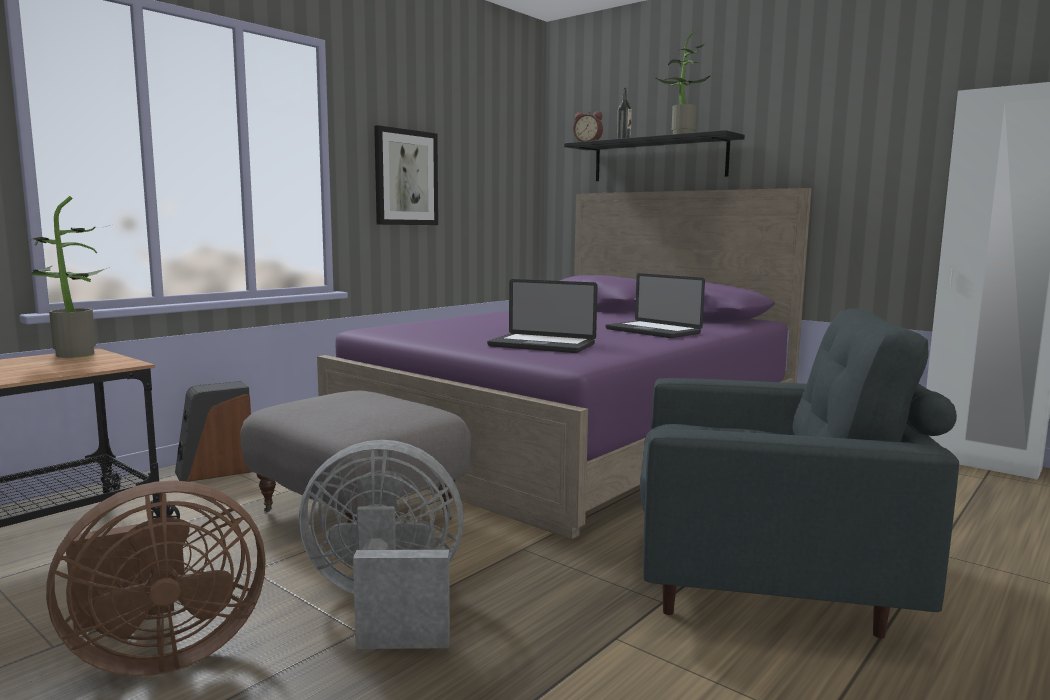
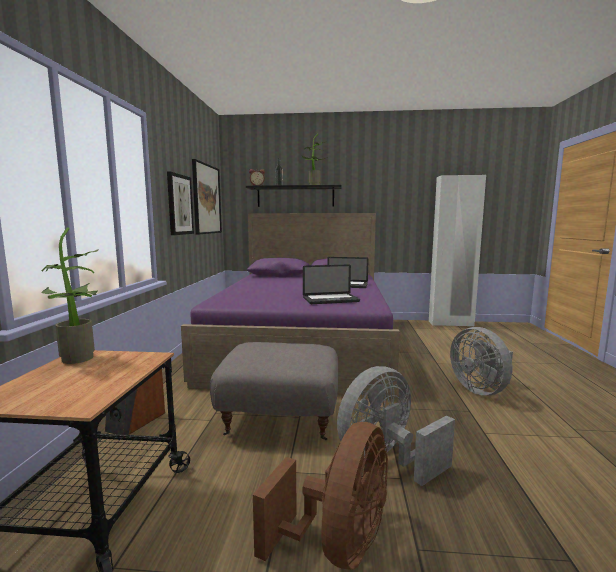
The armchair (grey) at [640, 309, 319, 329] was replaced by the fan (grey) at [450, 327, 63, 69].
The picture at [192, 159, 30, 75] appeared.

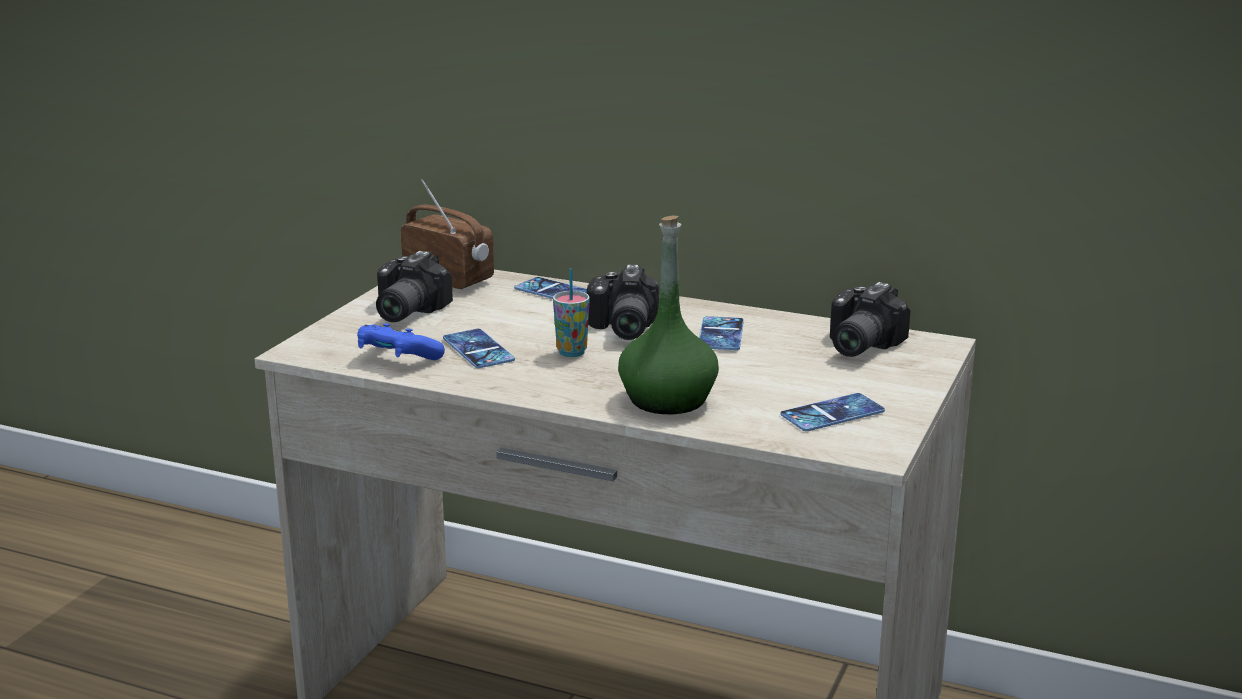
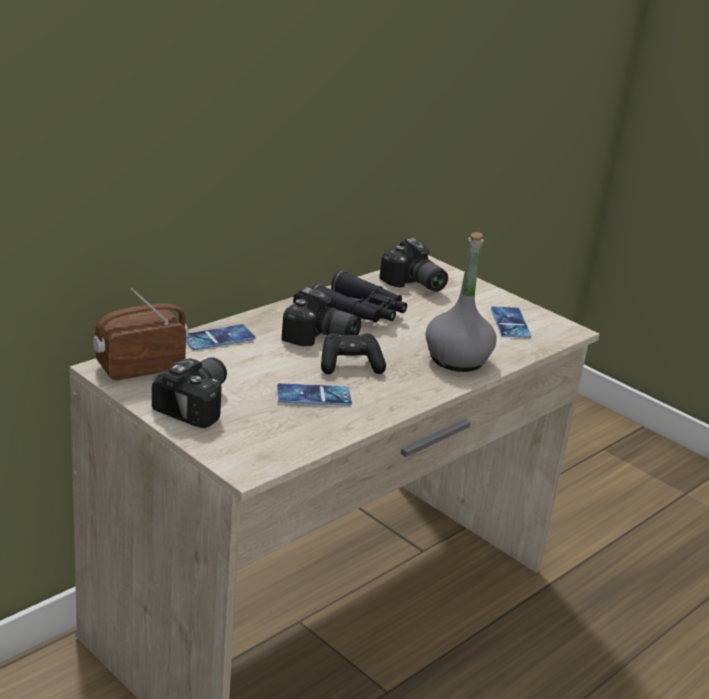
The game controller (blue) at [357, 324, 88, 36] disappeared.
The photo camera at [376, 251, 77, 71] turned 105 degrees counterclockwise.
The cup at [553, 268, 37, 89] was replaced by the game controller (black) at [321, 333, 65, 41].
The bottle (green) at [618, 215, 101, 199] became the bottle (grey) at [425, 232, 72, 140].
The phone at [699, 316, 45, 34] was replaced by the binoculars (black) at [311, 270, 96, 53].

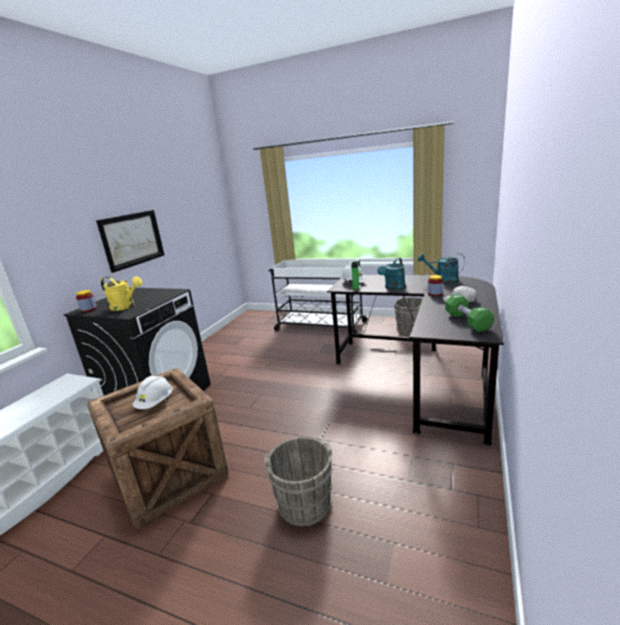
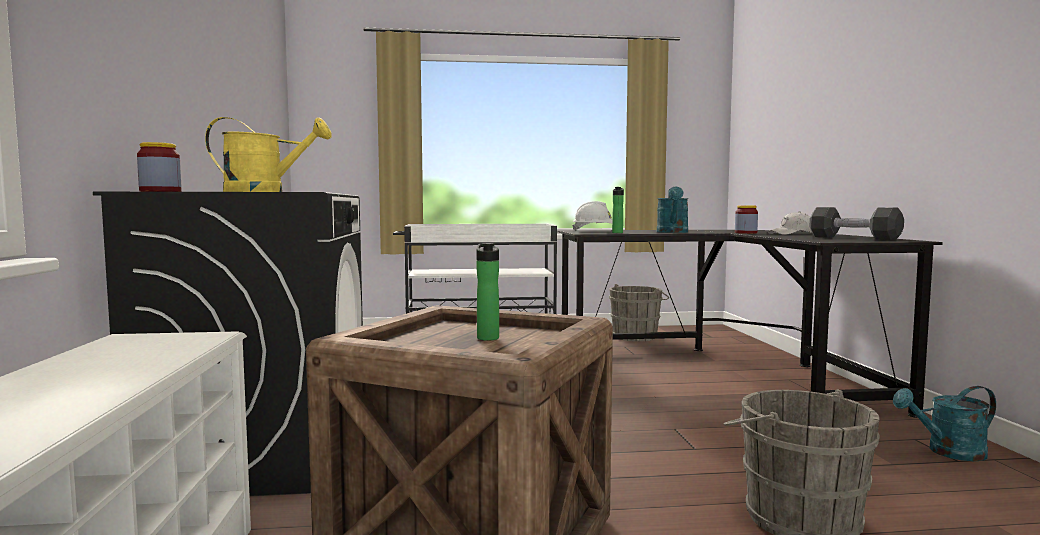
The picture at [96, 210, 68, 63] disappeared.
The hard hat (white) at [133, 376, 40, 33] was replaced by the bottle at [476, 243, 23, 98].
The watering can (turquoise) moved from [418, 253, 47, 30] to [893, 386, 103, 75].
The dumbbell (green) at [445, 294, 49, 38] became the dumbbell (black) at [809, 207, 95, 33].

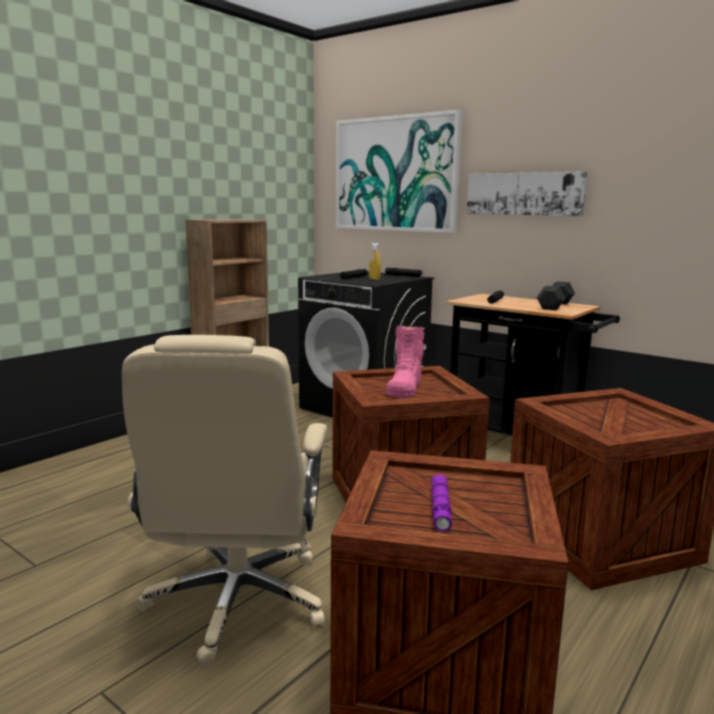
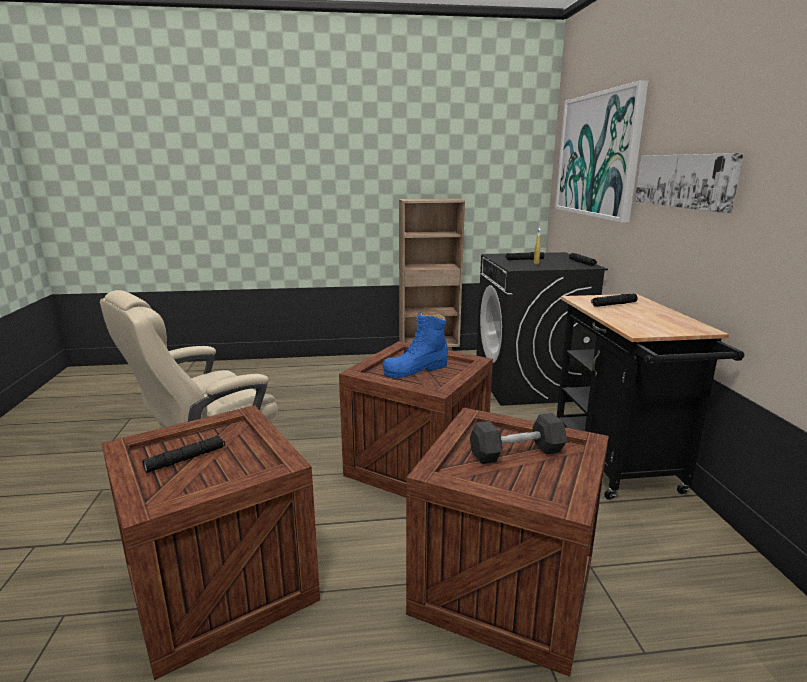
The boot (pink) at [386, 325, 38, 73] became the boot (blue) at [383, 311, 65, 67].
The flashlight (purple) at [431, 474, 21, 58] became the flashlight (black) at [142, 436, 83, 37].
The dumbbell (black) moved from [537, 281, 38, 29] to [470, 413, 97, 51].

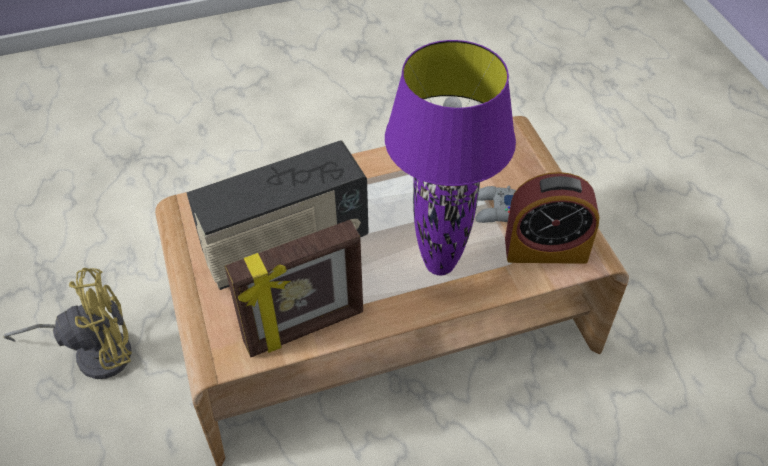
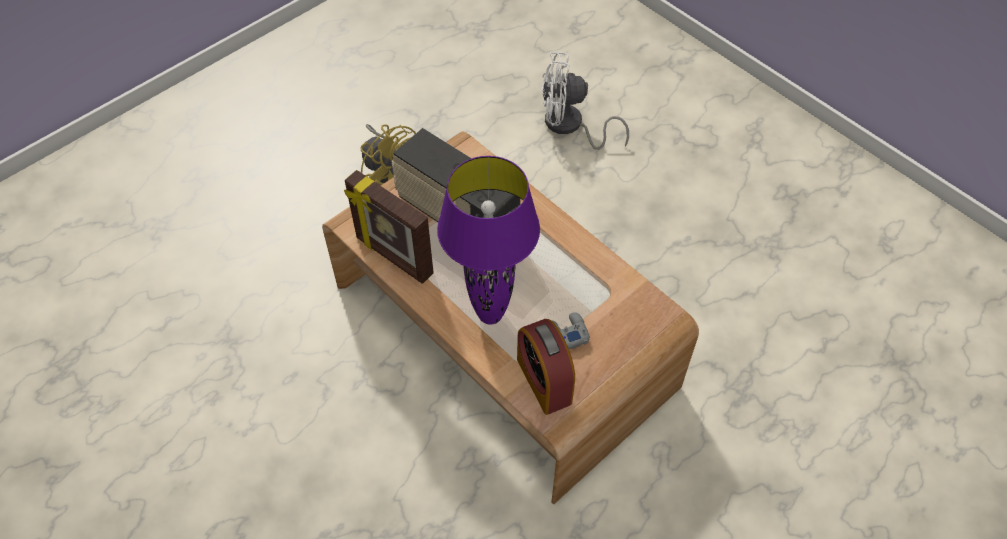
The fan (white) at [542, 52, 87, 98] appeared.

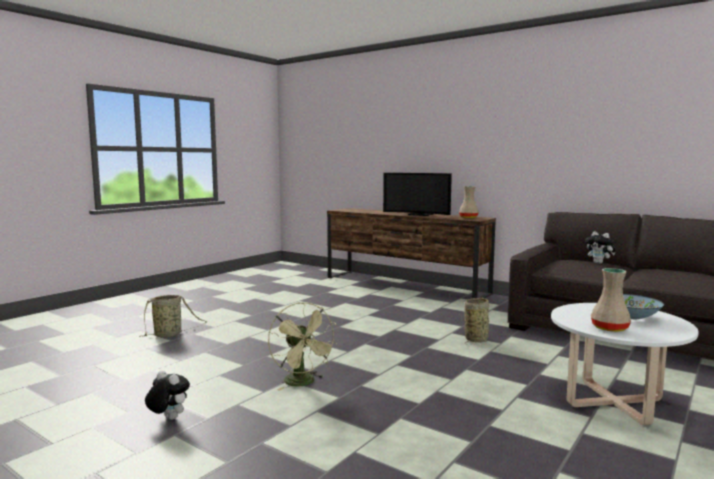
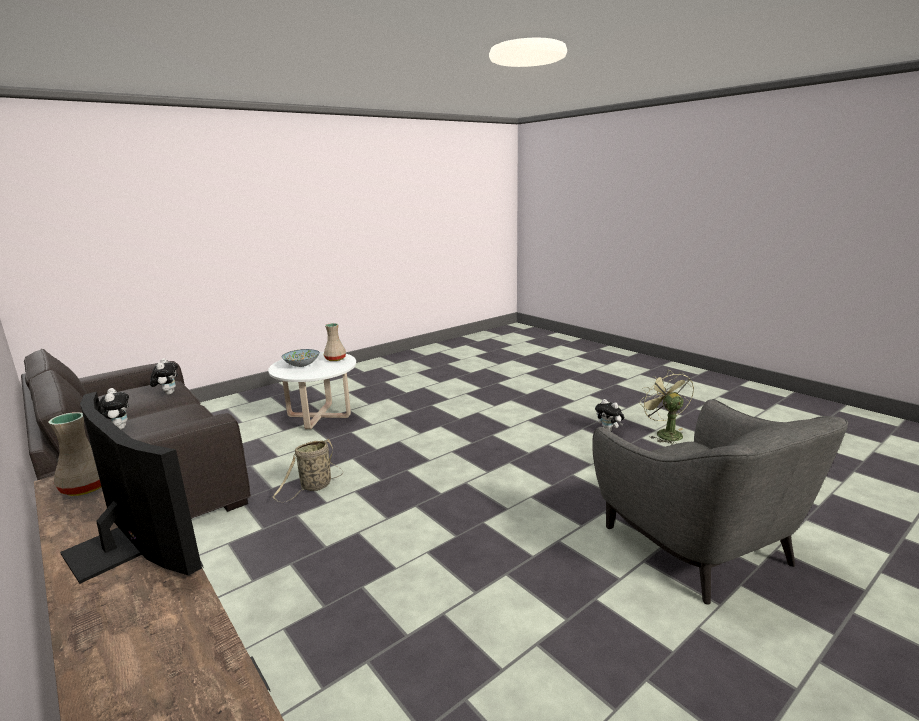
The basket at [139, 295, 68, 42] was replaced by the armchair (grey) at [592, 399, 256, 205].
The fan (green) moved from [268, 302, 70, 88] to [639, 370, 55, 75].
The plush toy at [150, 358, 28, 37] appeared.

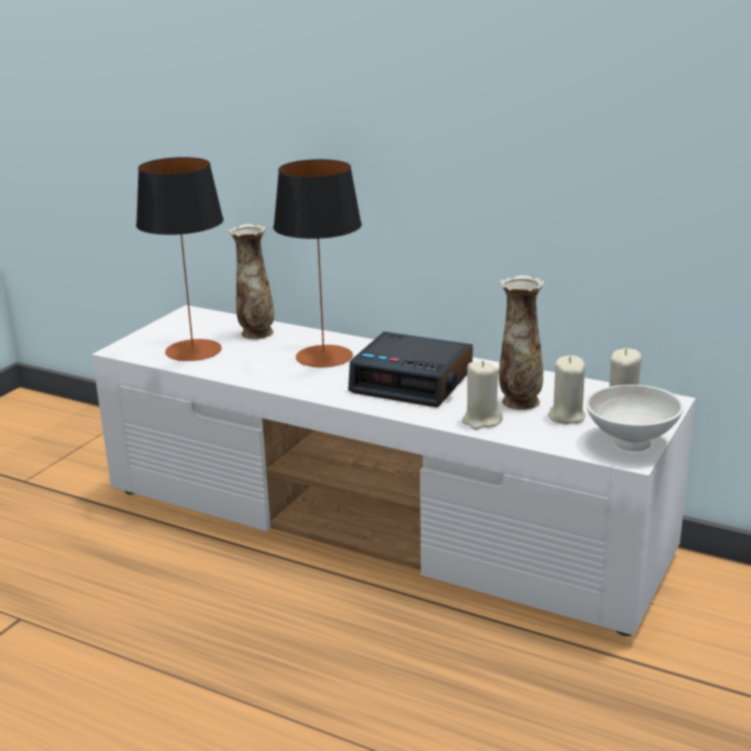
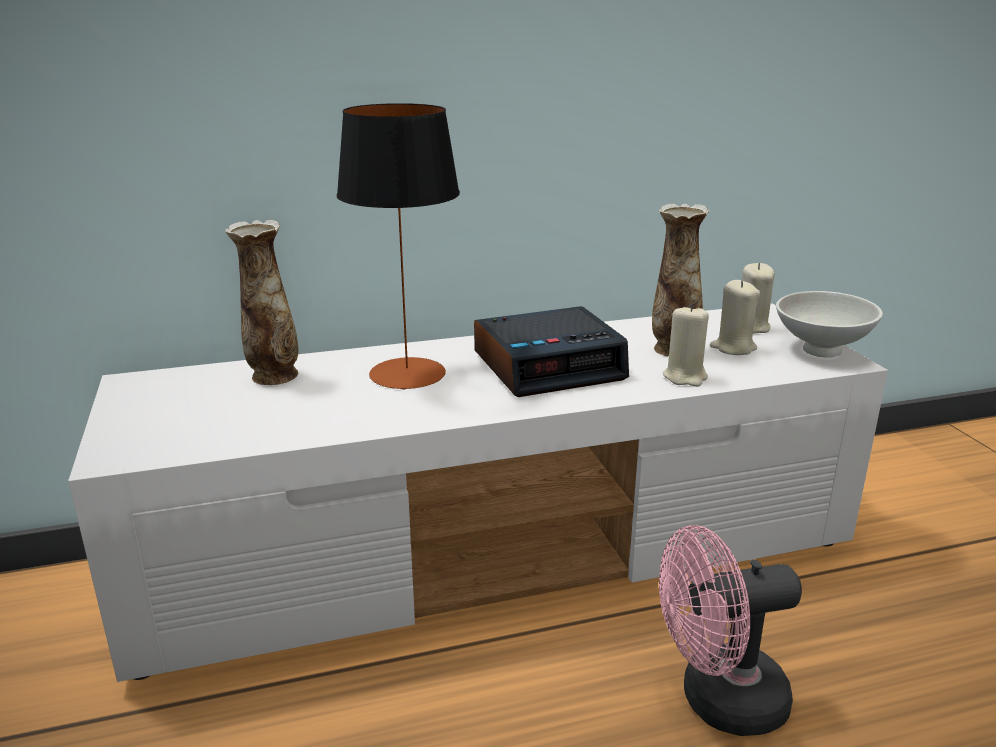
The table lamp at [136, 157, 88, 204] disappeared.
The fan (pink) at [659, 525, 143, 211] appeared.

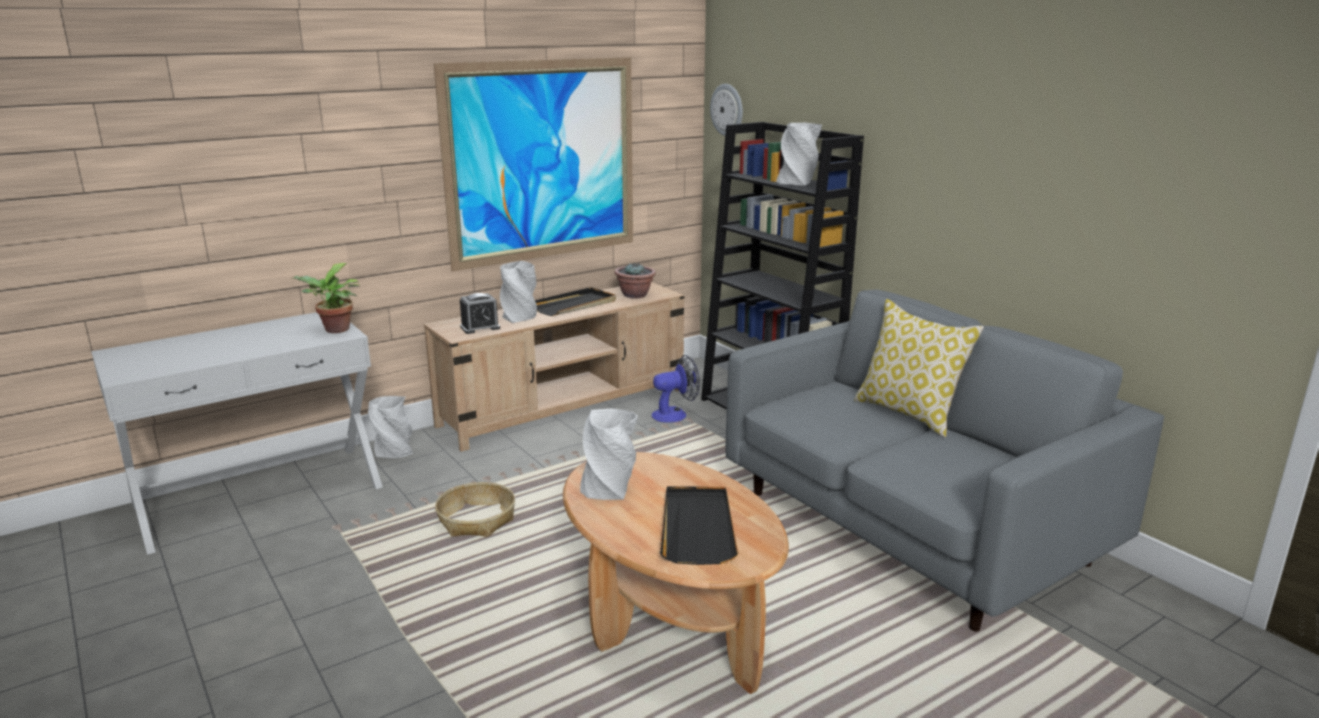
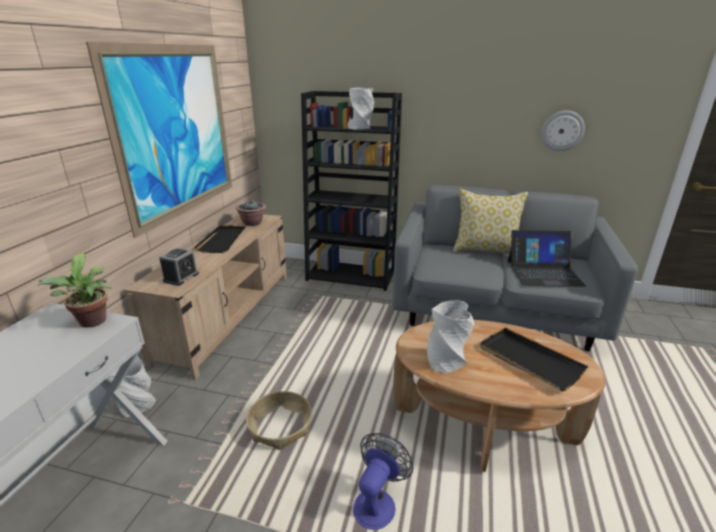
The vase (grey) at [500, 261, 37, 62] disappeared.
The fan moved from [652, 355, 48, 68] to [353, 433, 60, 97].
The wall clock moved from [710, 84, 33, 52] to [542, 111, 43, 40].
The laptop at [508, 230, 78, 57] appeared.

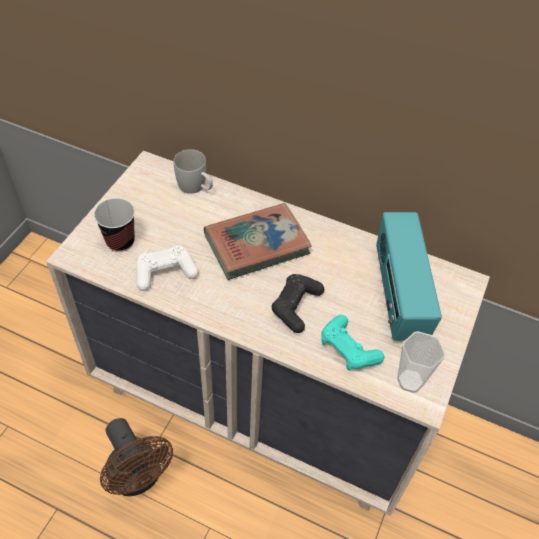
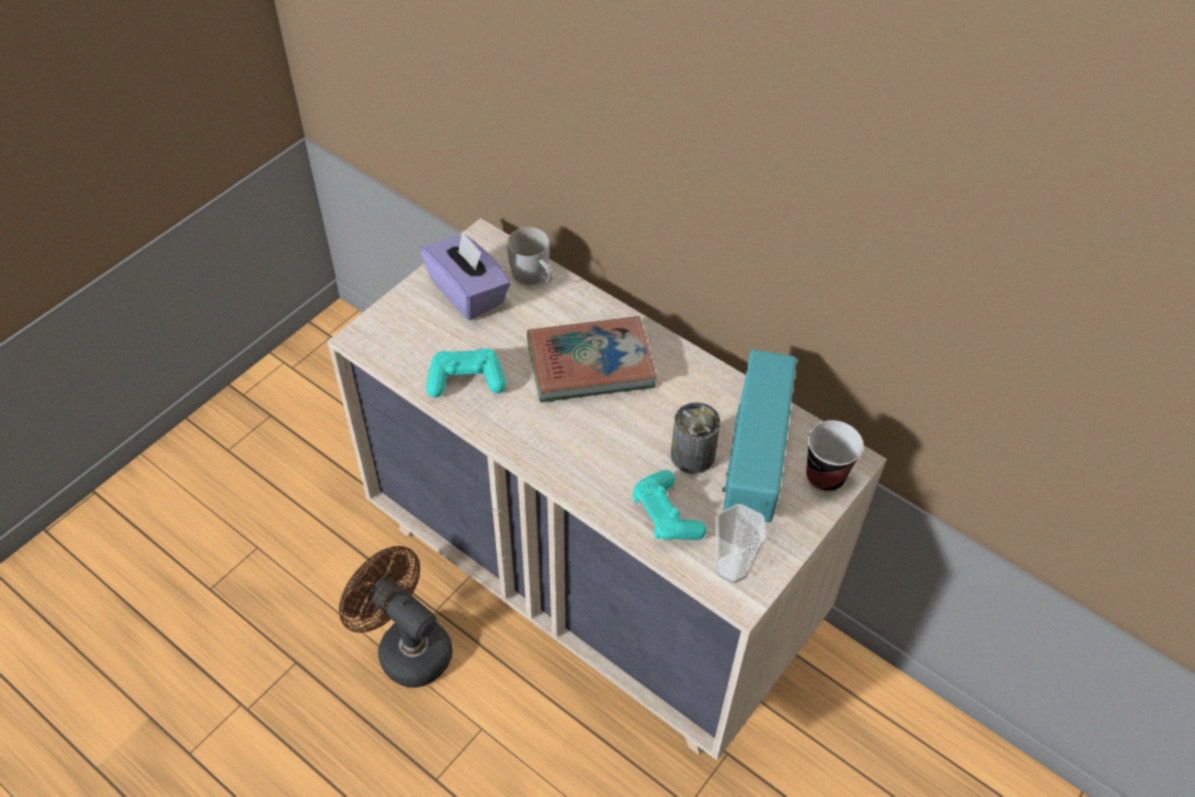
The cup moved from [94, 198, 41, 54] to [806, 420, 57, 72].
The fan (brown) at [100, 418, 73, 78] turned 150 degrees clockwise.
The game controller (white) at [136, 245, 62, 46] became the game controller (turquoise) at [426, 348, 80, 49].
The game controller (black) at [272, 274, 52, 59] disappeared.
The tissue box (purple) at [420, 231, 91, 89] appeared.
The can at [671, 402, 49, 72] appeared.

